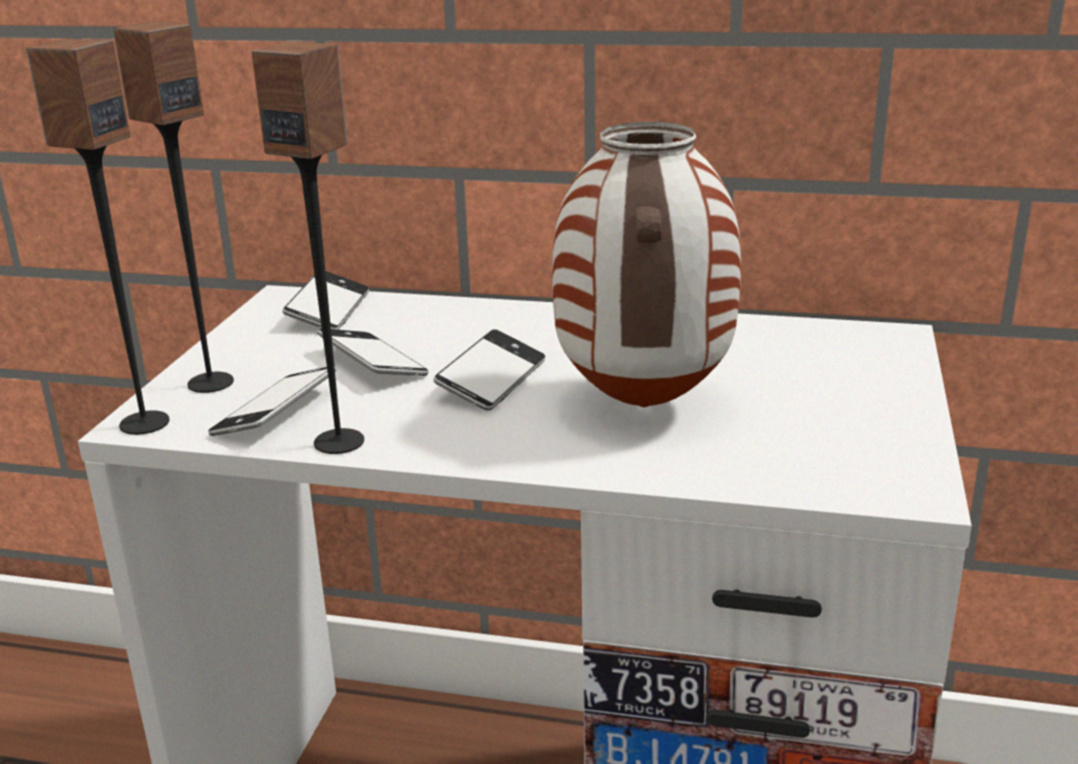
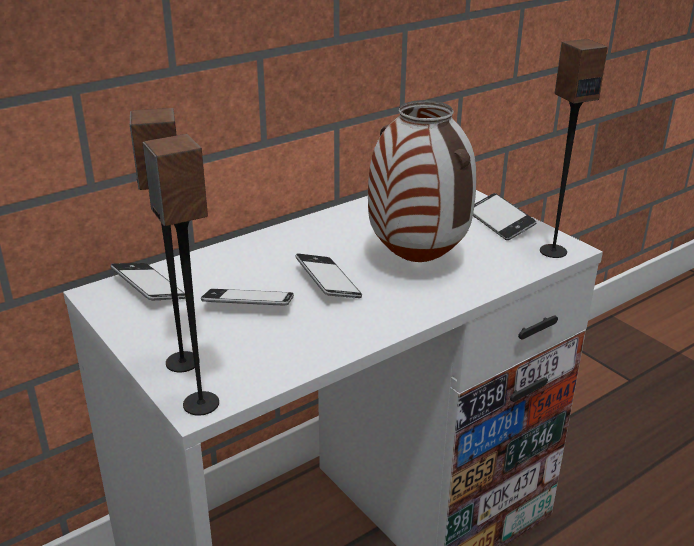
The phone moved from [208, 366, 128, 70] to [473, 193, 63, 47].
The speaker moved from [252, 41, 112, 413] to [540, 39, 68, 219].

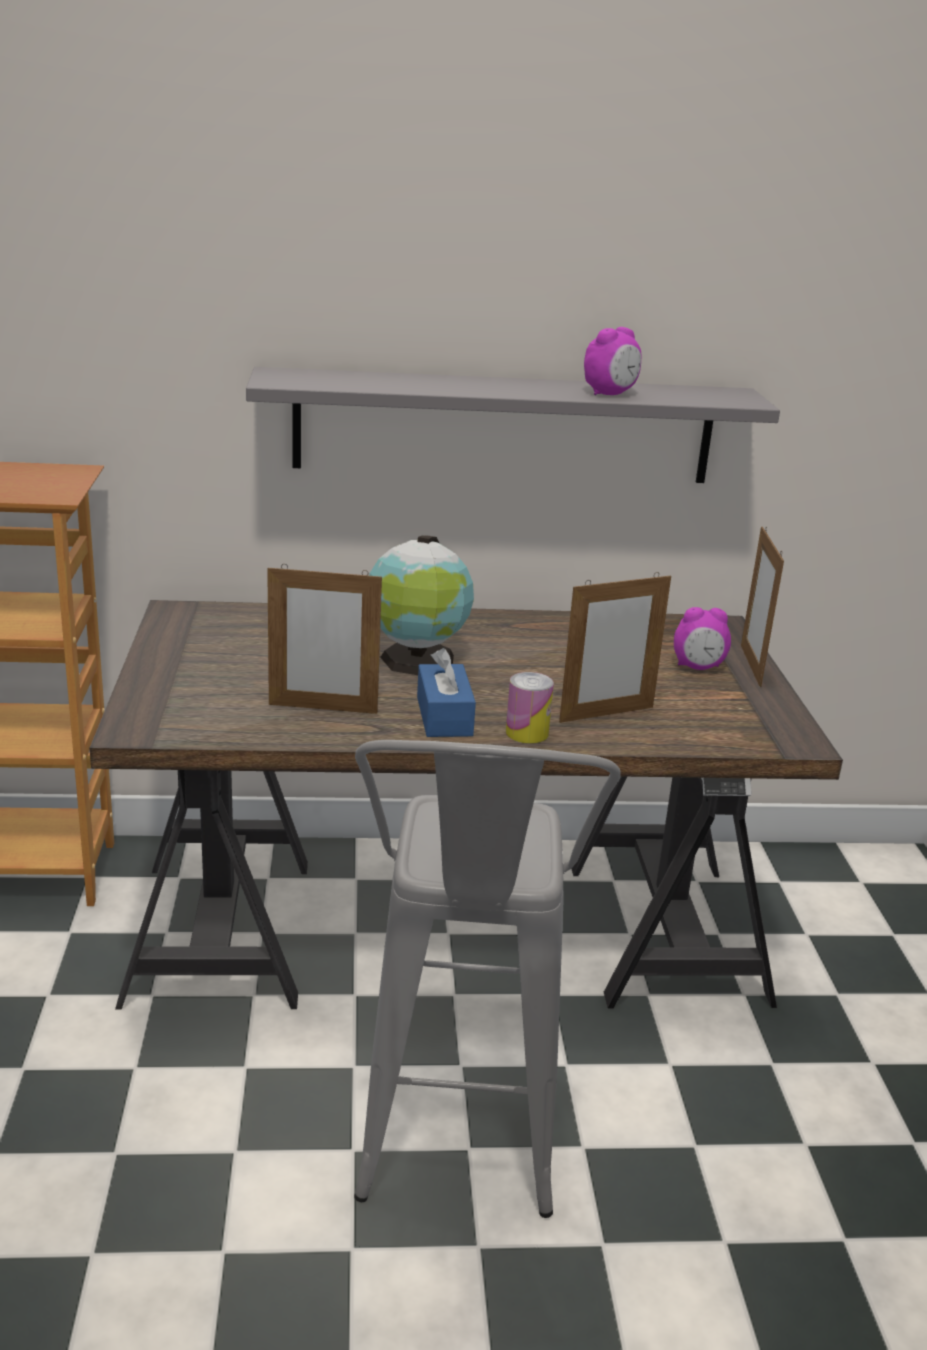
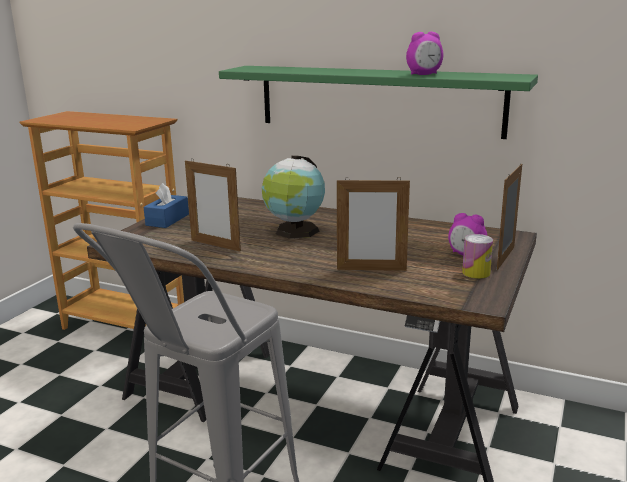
The shelf (grey) at [246, 367, 534, 116] became the shelf (green) at [219, 66, 319, 73].
The tissue box (blue) moved from [417, 648, 59, 89] to [144, 183, 45, 45].
The can moved from [506, 672, 48, 72] to [462, 234, 31, 45].

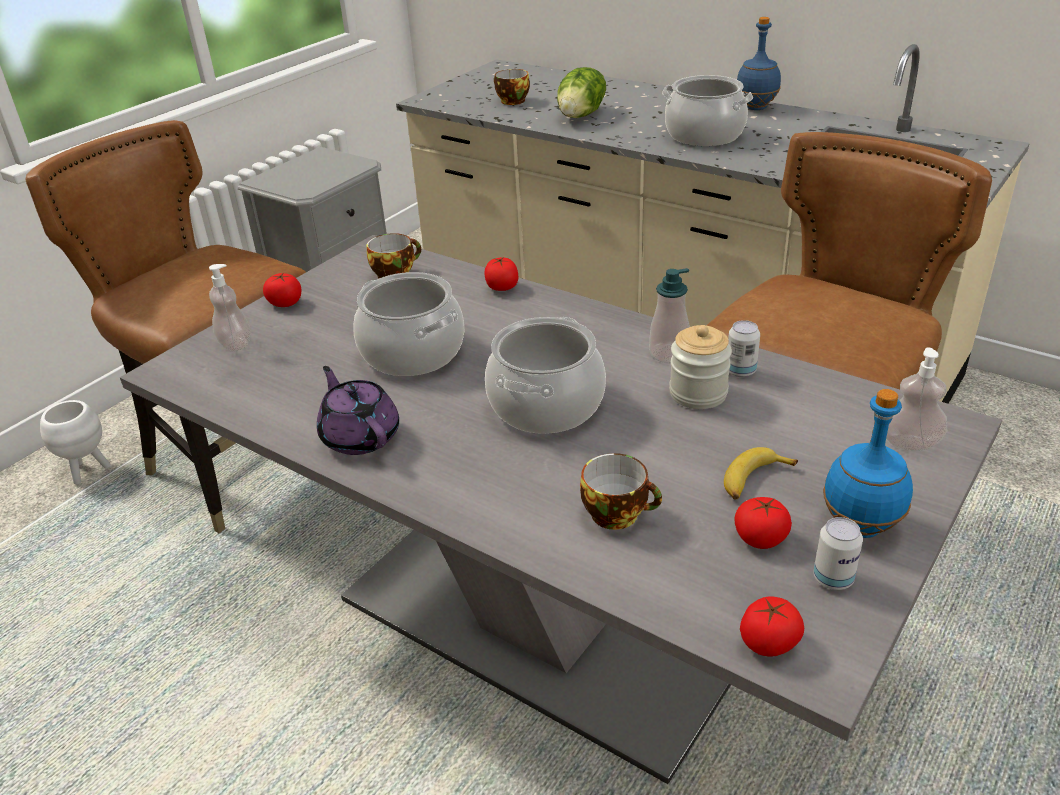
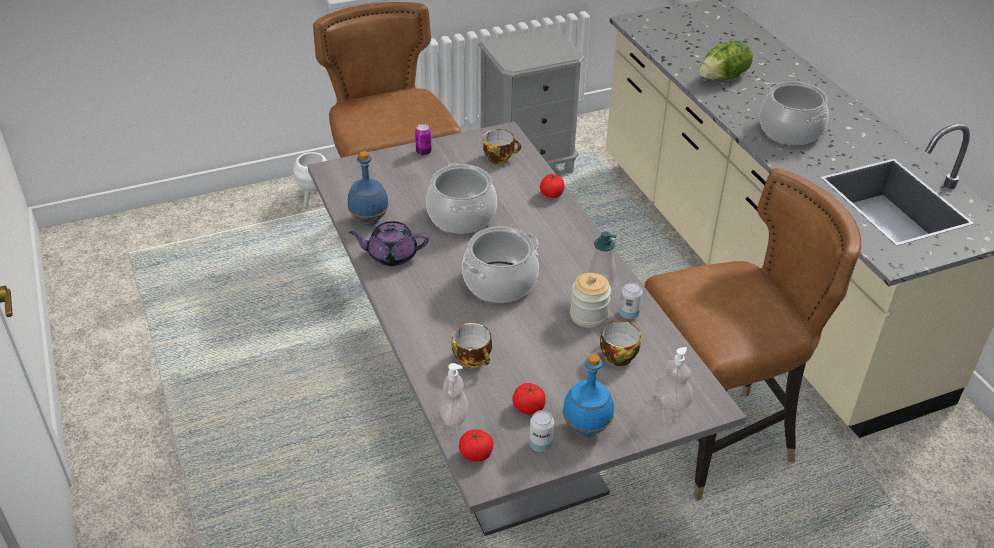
The soap dispenser moved from [209, 264, 41, 87] to [439, 363, 29, 64].
The tomato at [263, 273, 38, 34] was replaced by the can at [415, 124, 17, 32].
The teapot (purple) at [317, 366, 82, 89] turned 90 degrees counterclockwise.
The cup moved from [494, 69, 36, 36] to [600, 320, 41, 46].
The banana at [724, 447, 74, 52] disappeared.
The bottle (blue) moved from [737, 17, 44, 93] to [348, 151, 41, 75].

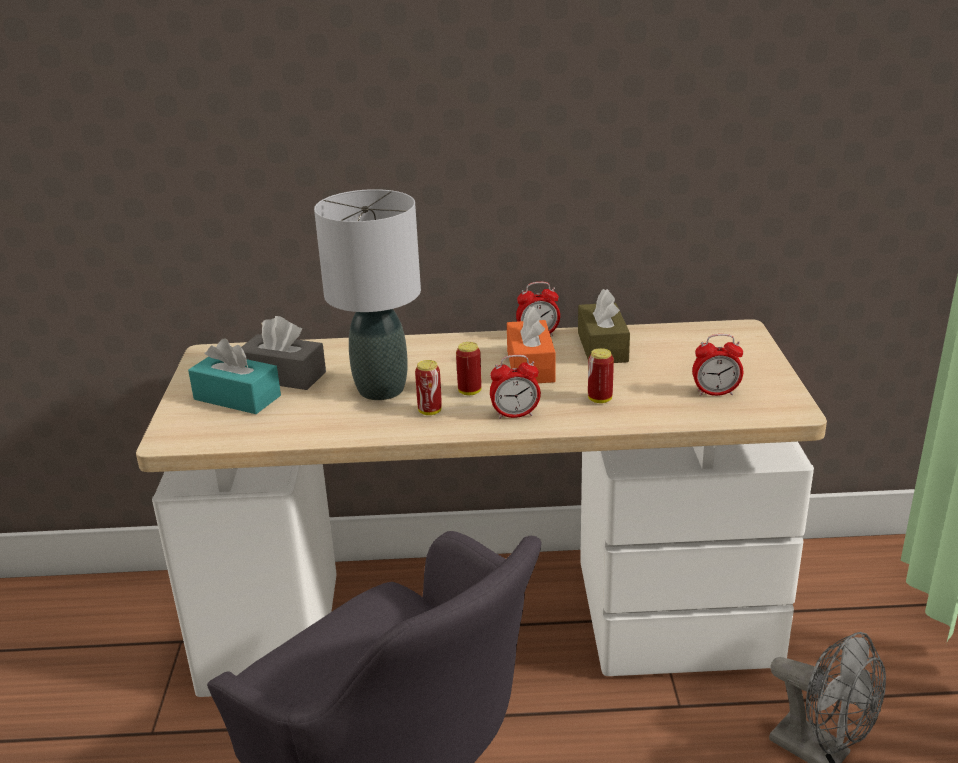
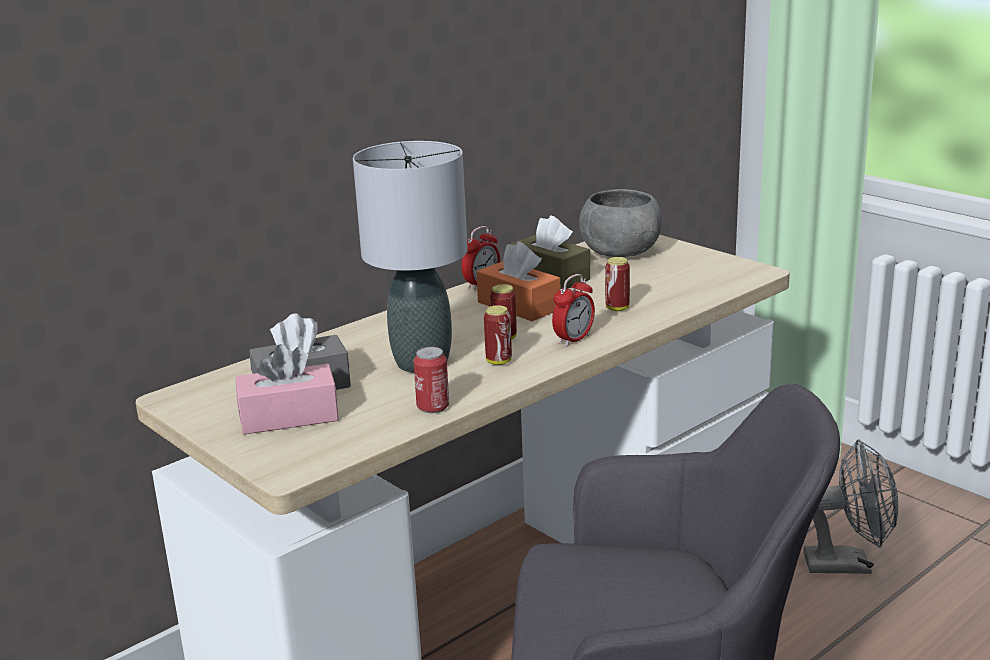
The tissue box (turquoise) at [188, 338, 93, 76] became the tissue box (pink) at [235, 344, 104, 91].
The alarm clock at [692, 334, 51, 62] disappeared.
The can at [413, 347, 36, 66] appeared.
The bowl (grey) at [579, 189, 83, 68] appeared.

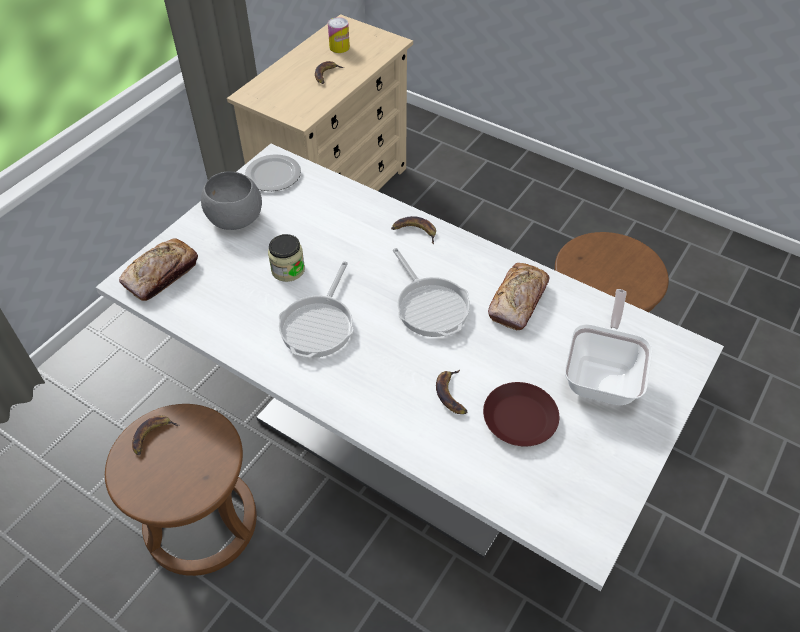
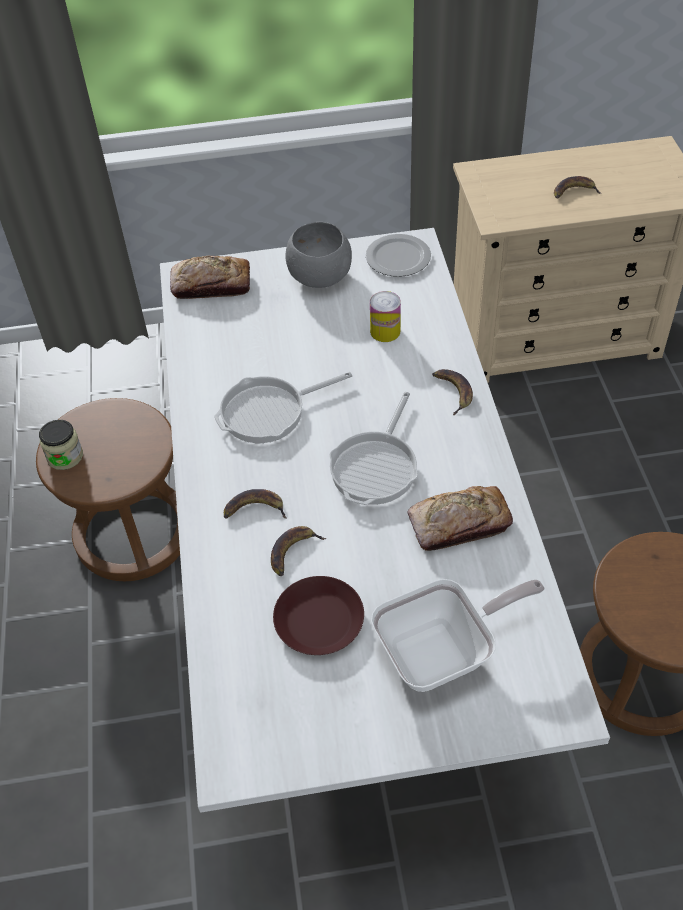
The banana moved from [132, 415, 47, 40] to [223, 489, 64, 30].
The jar moved from [268, 234, 37, 48] to [39, 420, 44, 50].
The can moved from [328, 17, 22, 36] to [370, 291, 31, 51].

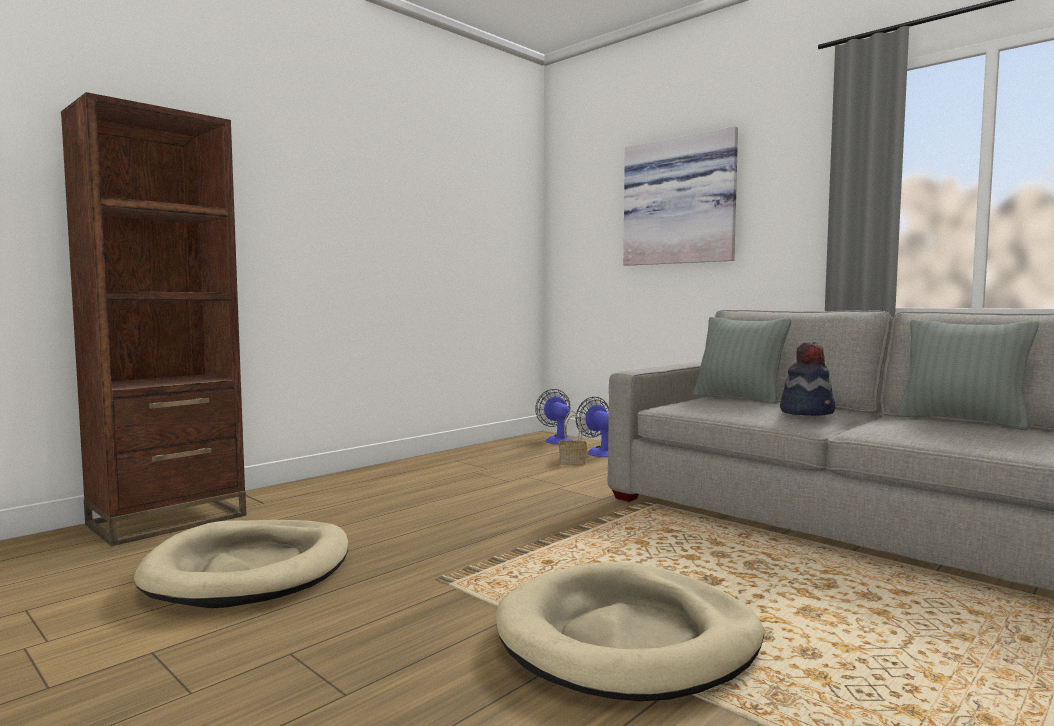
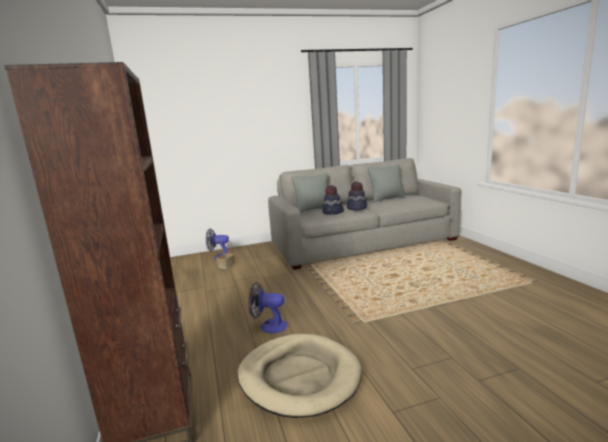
The dog bed (beige) at [496, 562, 268, 139] disappeared.
The fan moved from [535, 389, 38, 55] to [248, 282, 39, 51].
The picture at [623, 126, 115, 140] disappeared.
The hat at [322, 185, 22, 30] appeared.

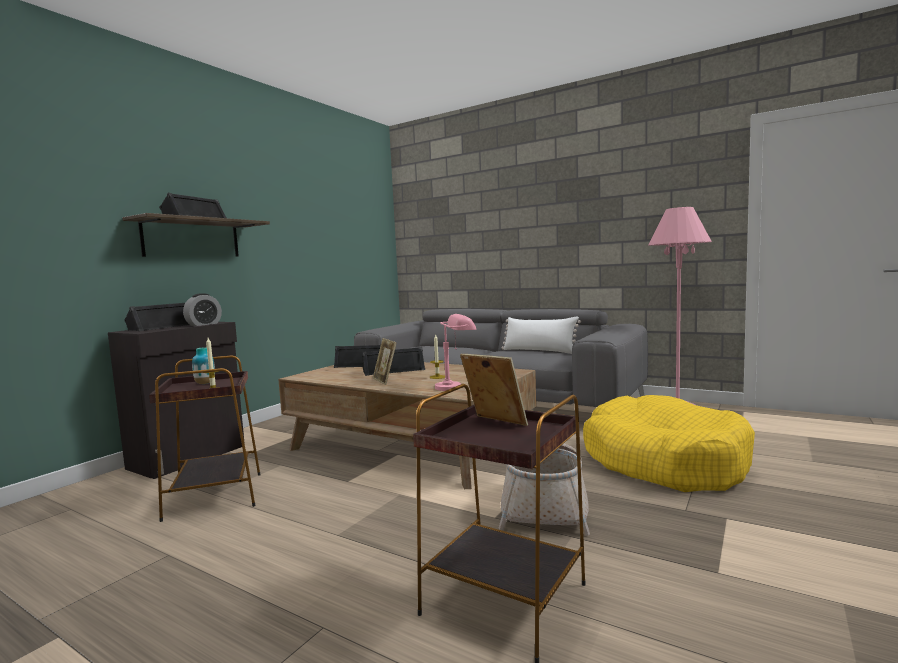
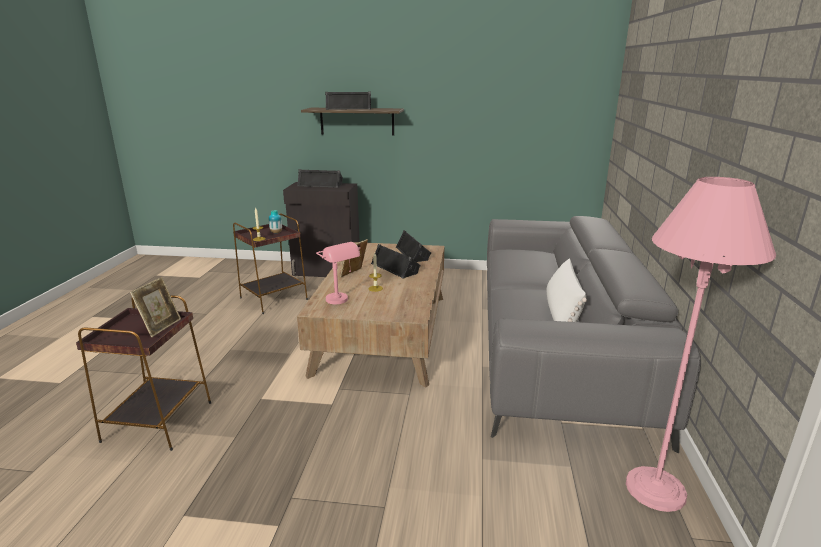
The alarm clock at [183, 293, 39, 33] disappeared.
The basket at [498, 444, 92, 92] disappeared.
The dog bed (yellow) at [583, 395, 172, 97] disappeared.

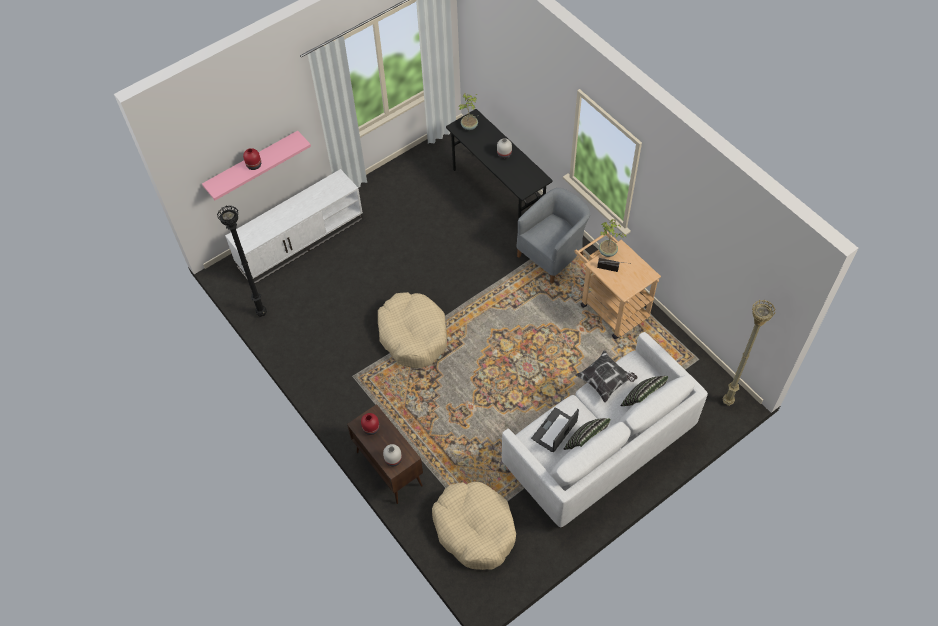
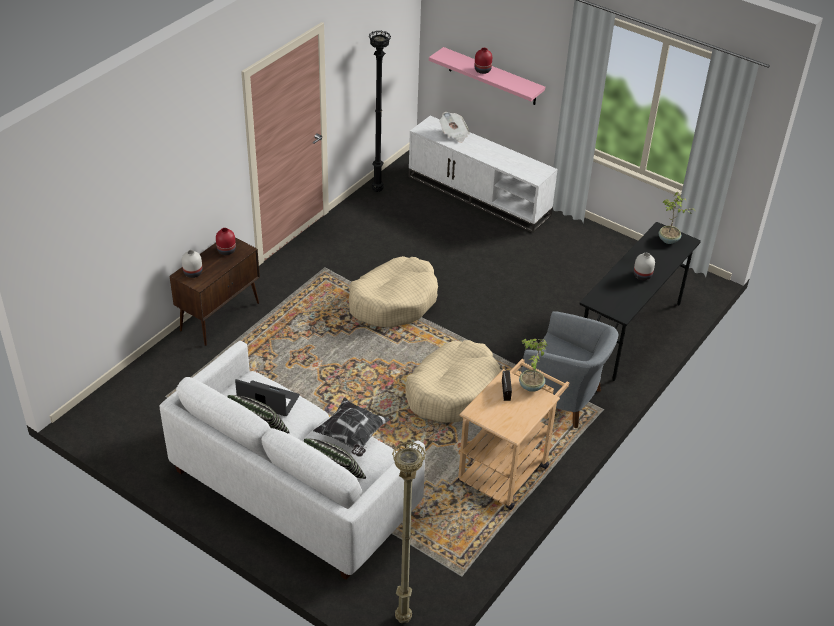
The dog bed (beige) moved from [432, 482, 84, 88] to [405, 340, 96, 83].
The newspaper at [439, 112, 31, 31] appeared.

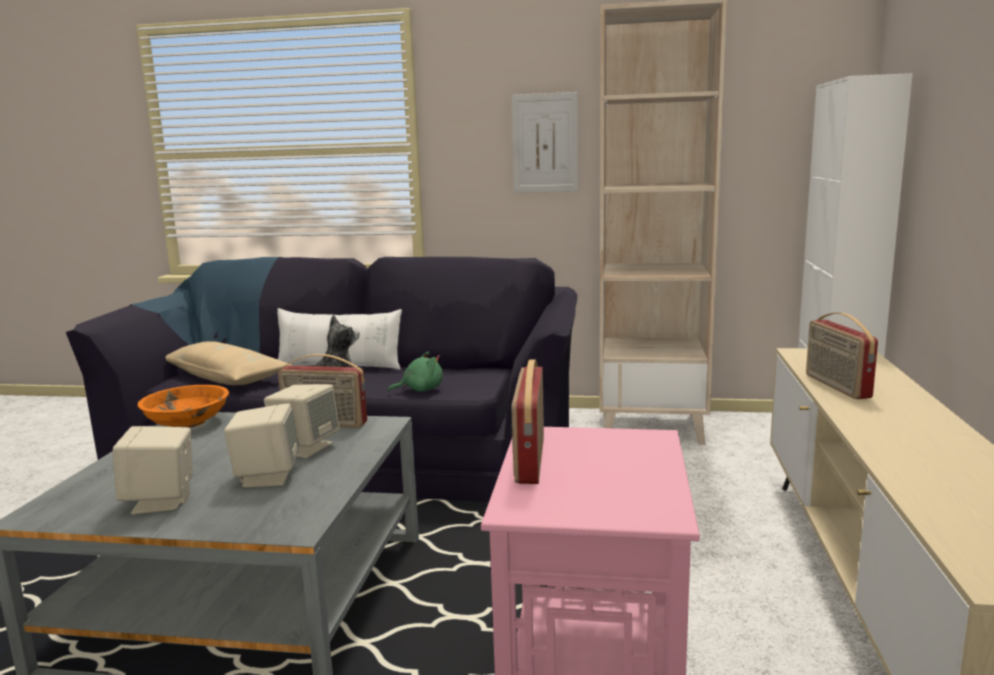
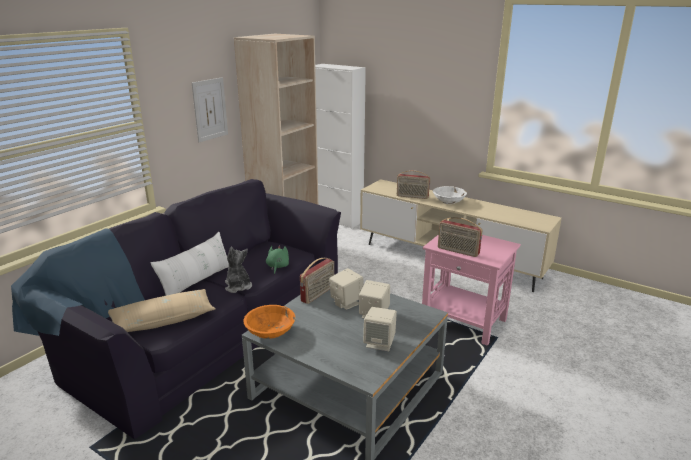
The bowl (white) at [433, 186, 34, 18] appeared.

